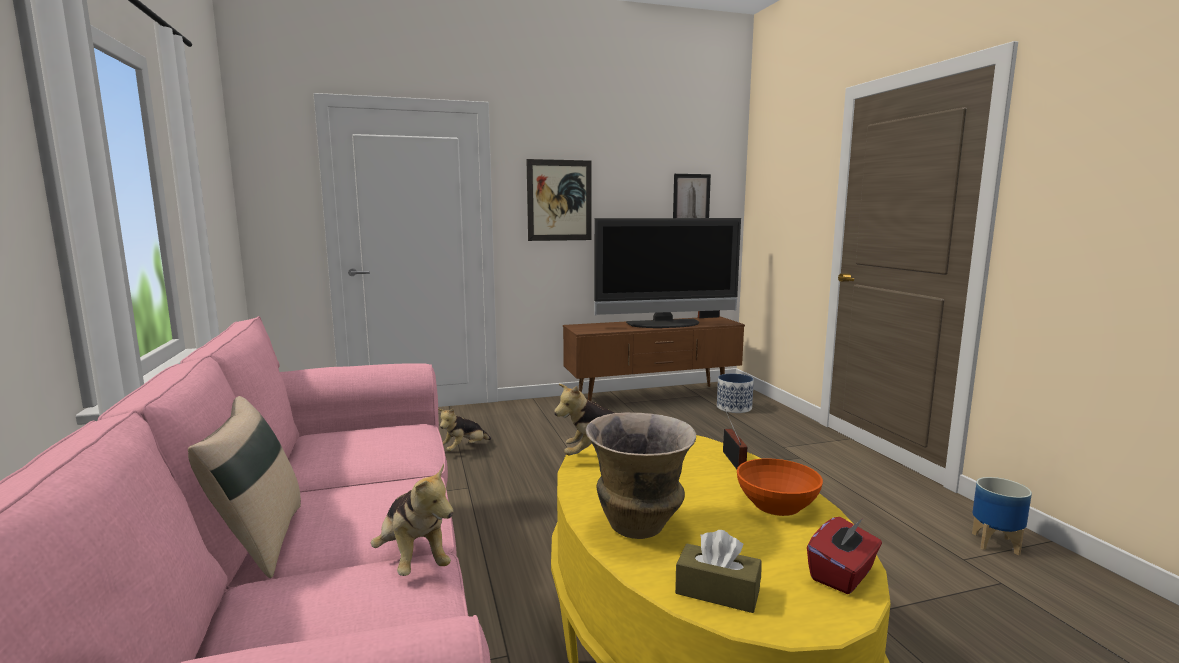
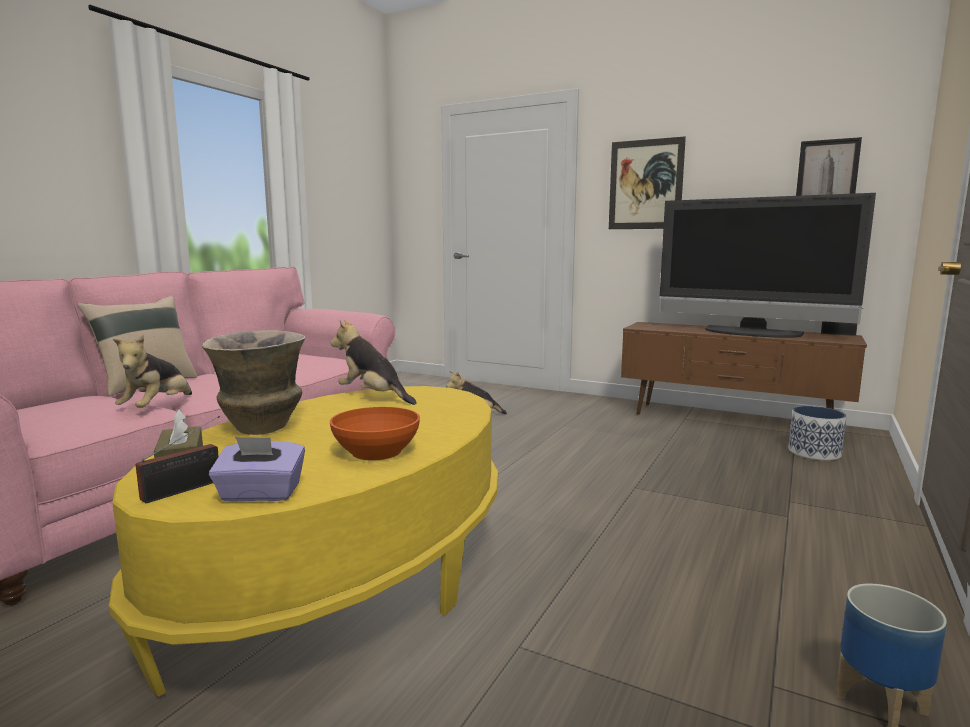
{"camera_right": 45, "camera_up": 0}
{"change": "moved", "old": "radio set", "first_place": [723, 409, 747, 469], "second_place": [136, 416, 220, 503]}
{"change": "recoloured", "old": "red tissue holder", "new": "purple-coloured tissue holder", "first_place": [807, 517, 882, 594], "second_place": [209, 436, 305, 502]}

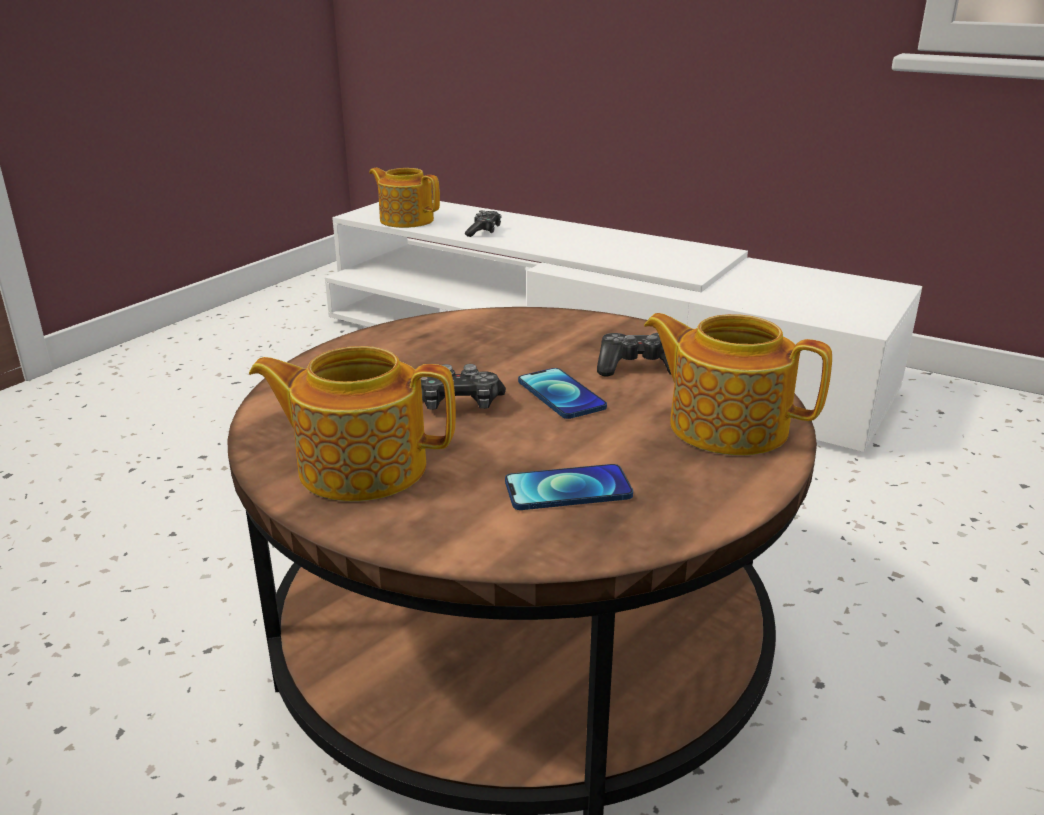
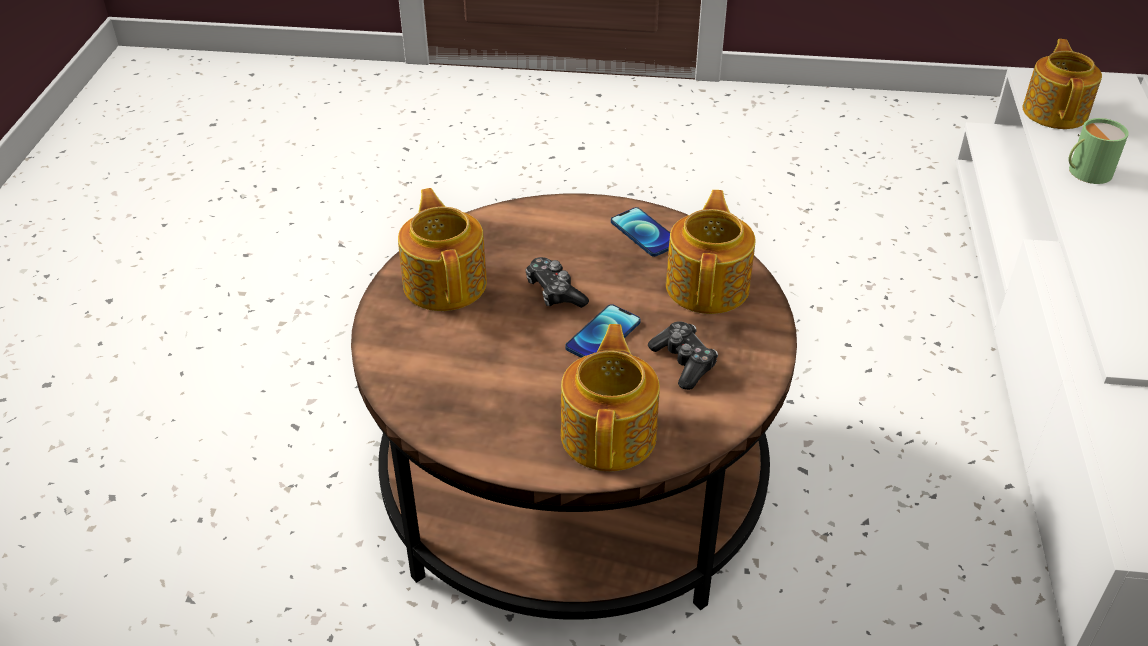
{"camera_right": 65, "camera_up": 15}
{"change": "replaced", "old": "joypad", "new": "green-coloured tea mug", "first_place": [465, 210, 501, 237], "second_place": [1069, 118, 1129, 184]}
{"change": "moved", "old": "phone", "first_place": [505, 464, 633, 510], "second_place": [611, 207, 670, 257]}
{"change": "added", "new": "tea pot", "second_place": [666, 190, 756, 314]}

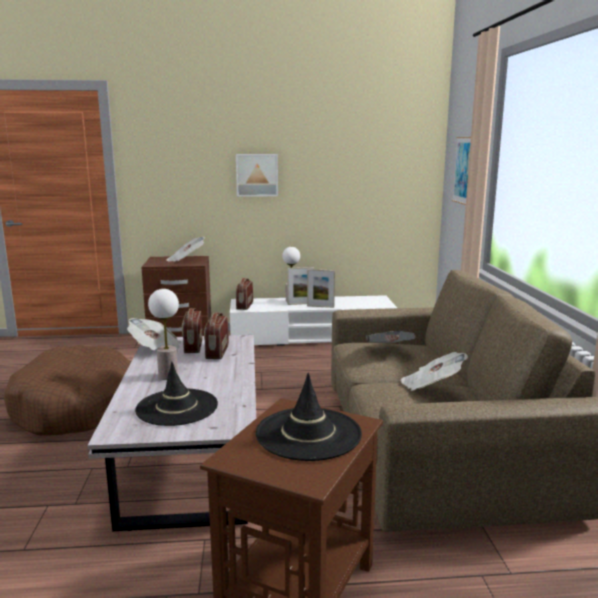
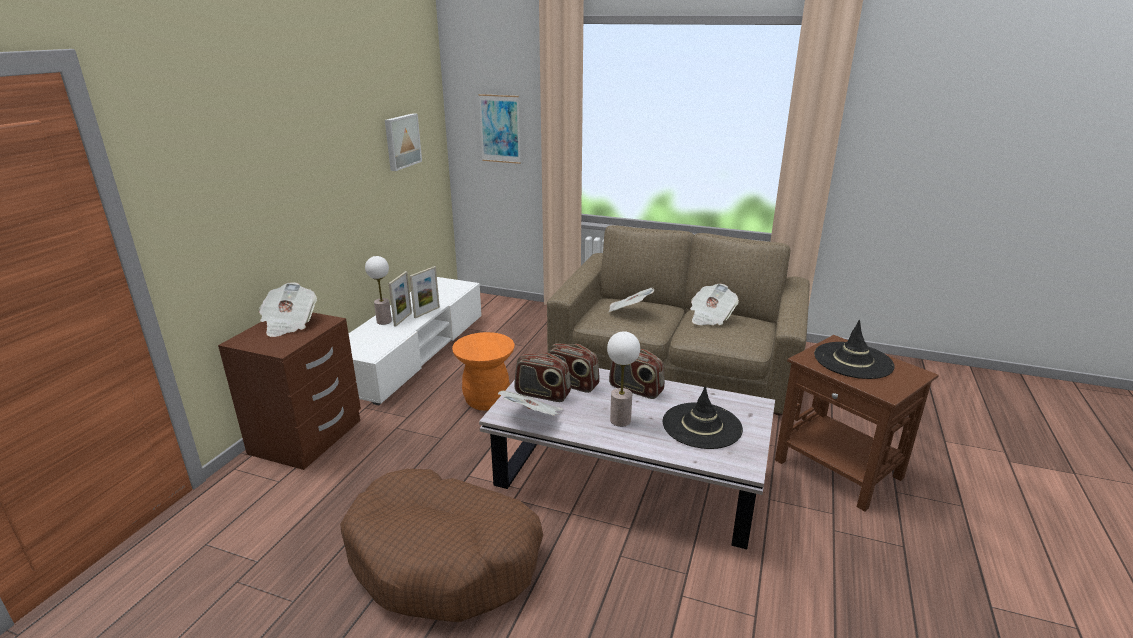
{"camera_right": -65, "camera_up": 10}
{"change": "moved", "old": "wall art", "first_place": [236, 154, 278, 197], "second_place": [385, 113, 422, 171]}
{"change": "moved", "old": "radio set", "first_place": [236, 278, 253, 310], "second_place": [609, 349, 665, 399]}
{"change": "added", "new": "orange-coloured stool seat", "second_place": [452, 332, 515, 411]}

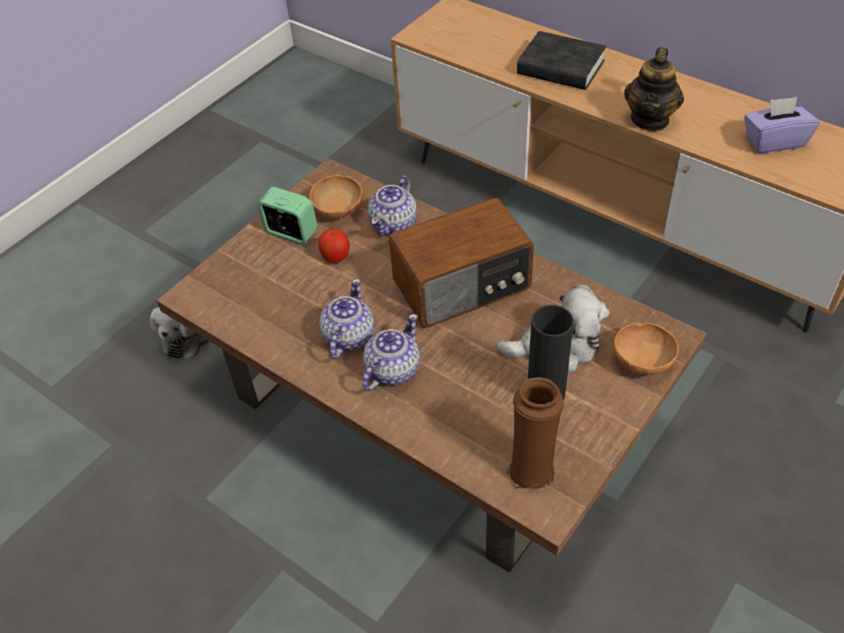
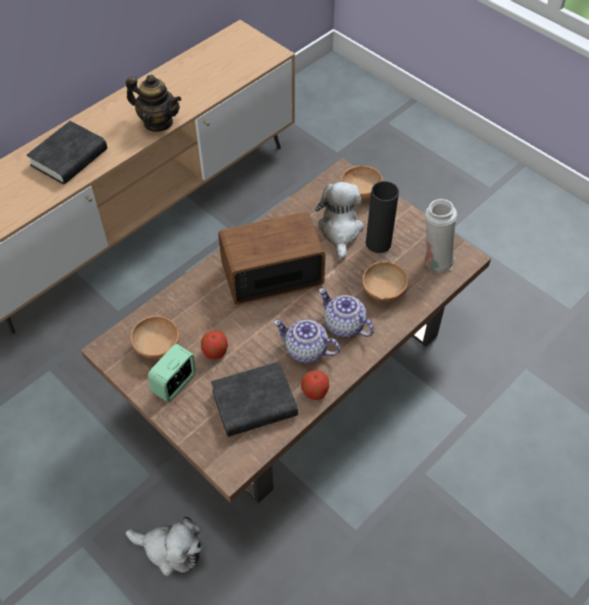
{"camera_right": -85, "camera_up": 5}
{"change": "removed", "old": "tea pot", "first_place": [368, 175, 417, 236]}
{"change": "turned", "old": "radio set", "first_place": [389, 198, 534, 328], "second_place": [218, 212, 326, 305], "degrees": -90}
{"change": "recoloured", "old": "brown-coloured vase", "new": "whitish vase", "first_place": [506, 377, 564, 489], "second_place": [425, 199, 457, 273]}
{"change": "removed", "old": "purple-coloured tissue holder", "first_place": [744, 97, 820, 153]}
{"change": "added", "new": "black bound book", "second_place": [211, 362, 298, 437]}
{"change": "added", "new": "apple fruit", "second_place": [301, 370, 329, 400]}
{"change": "added", "new": "brown-coloured serving bowl", "second_place": [362, 261, 408, 302]}

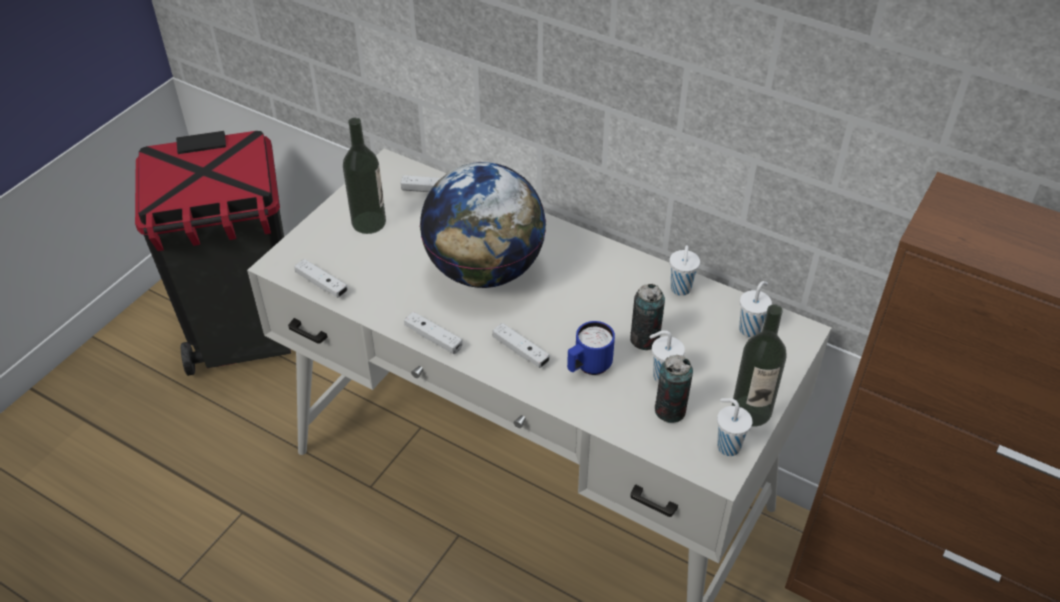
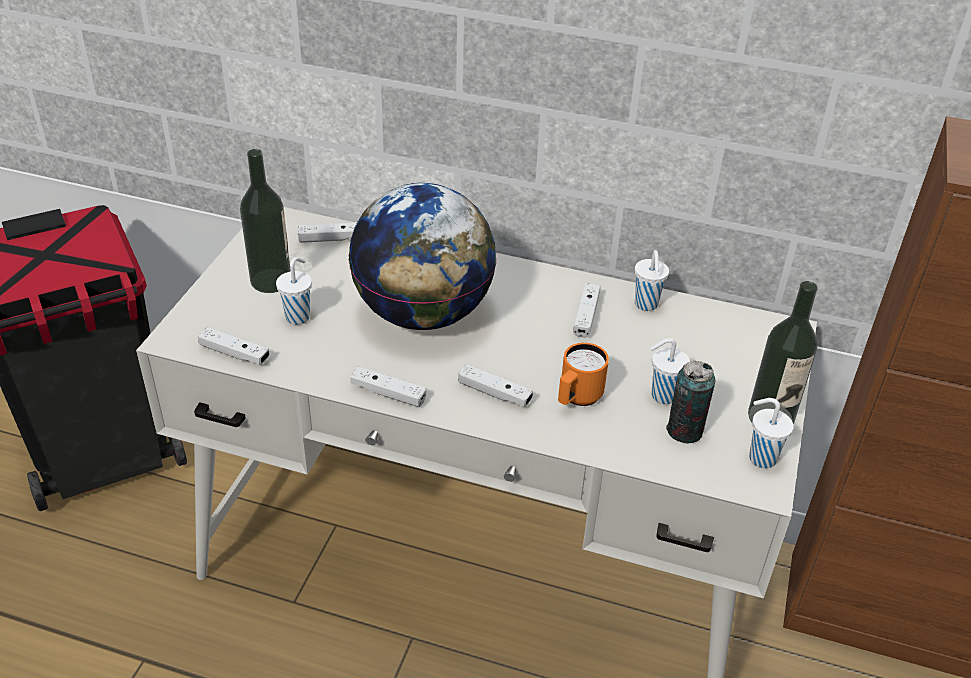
{"camera_right": -15, "camera_up": -5}
{"change": "recoloured", "old": "blue-coloured tea mug", "new": "orange-coloured tea mug", "first_place": [567, 321, 615, 375], "second_place": [558, 343, 609, 406]}
{"change": "removed", "old": "metal can", "first_place": [630, 284, 665, 350]}
{"change": "moved", "old": "whitish drinking cup", "first_place": [739, 281, 772, 337], "second_place": [276, 257, 312, 325]}
{"change": "added", "new": "whitish joypad", "second_place": [573, 283, 600, 338]}

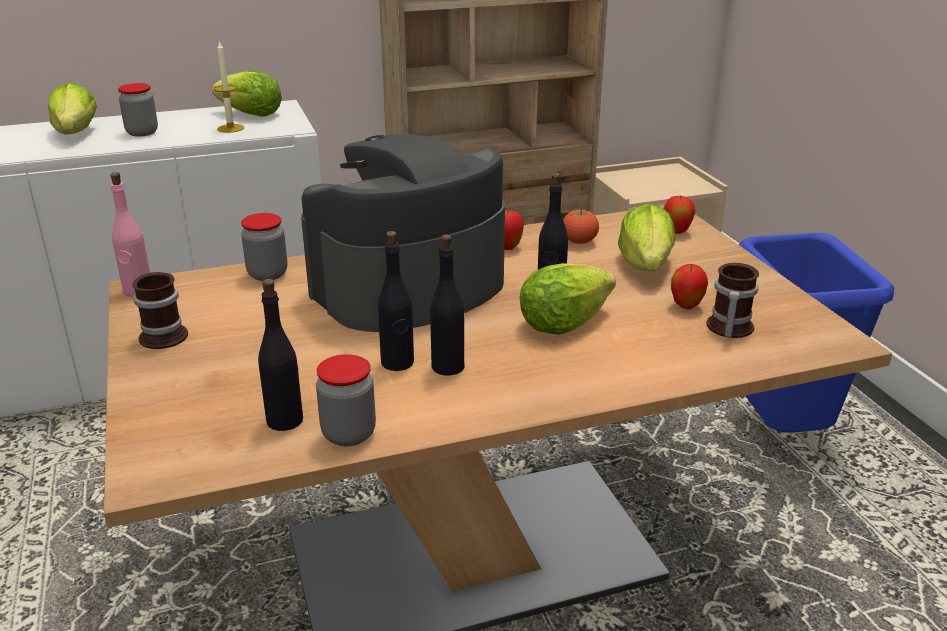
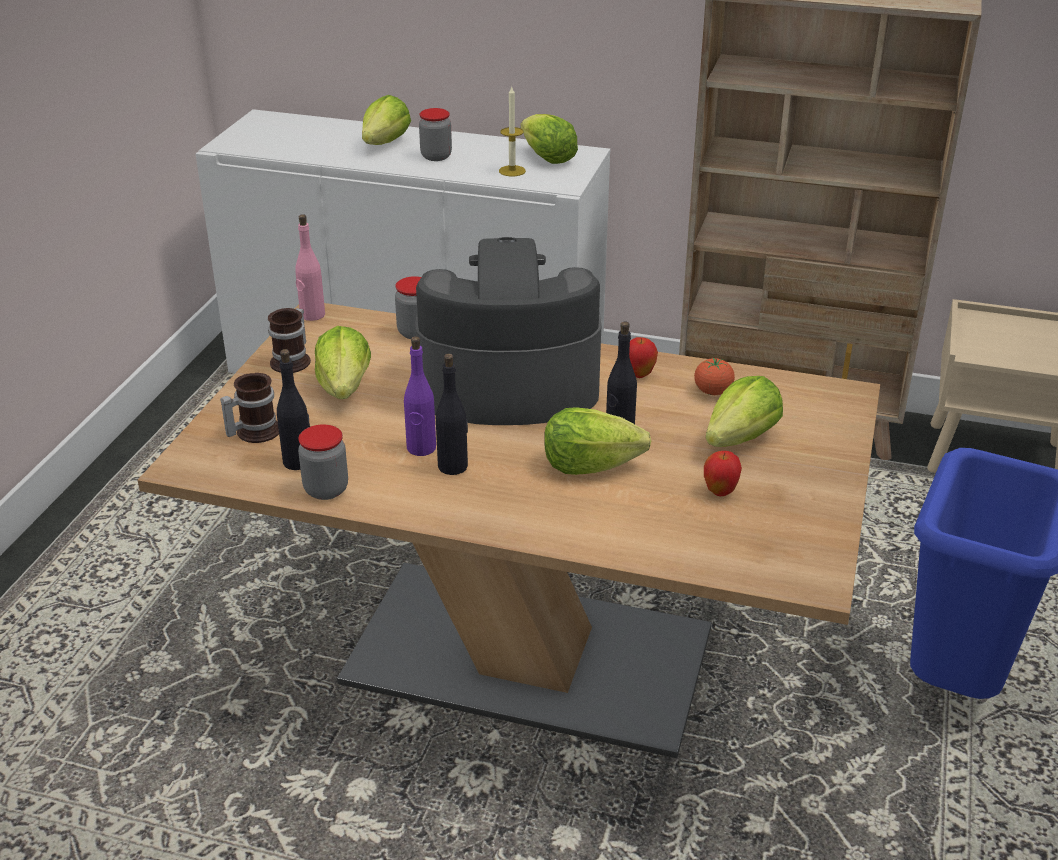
{"camera_right": 35, "camera_up": 5}
{"change": "recoloured", "old": "black beverage bottle", "new": "purple-coloured beverage bottle", "first_place": [378, 231, 414, 371], "second_place": [404, 336, 436, 456]}
{"change": "removed", "old": "apple fruit", "first_place": [663, 196, 696, 234]}
{"change": "moved", "old": "tea mug", "first_place": [706, 263, 759, 338], "second_place": [220, 373, 279, 443]}
{"change": "added", "new": "lettuce", "second_place": [315, 326, 371, 399]}

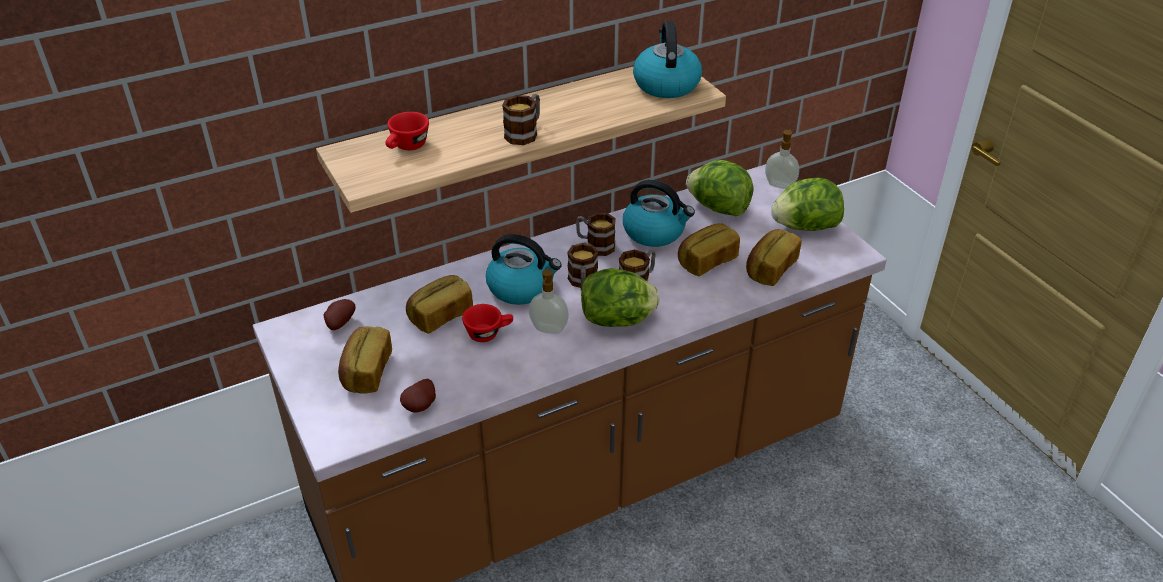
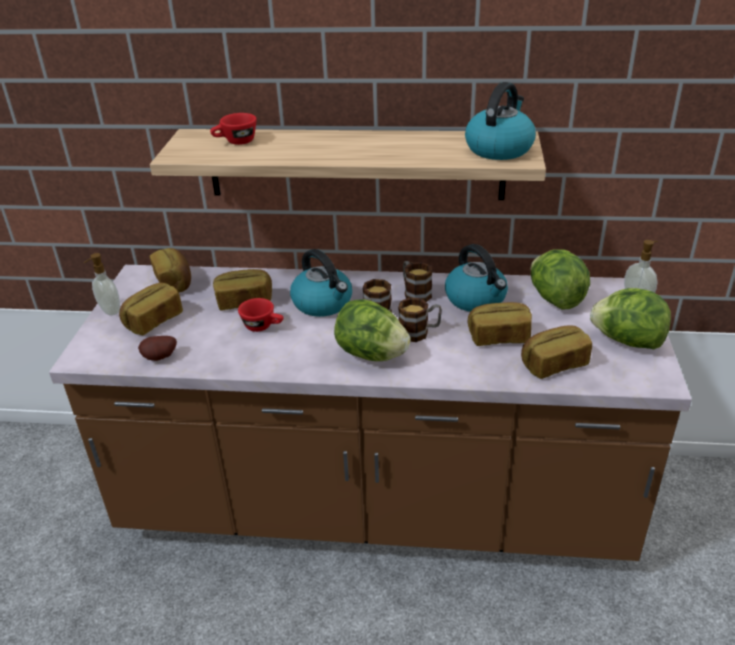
{"camera_right": 35, "camera_up": -5}
{"change": "replaced", "old": "spud", "new": "baked bread", "first_place": [323, 299, 355, 330], "second_place": [150, 248, 191, 292]}
{"change": "removed", "old": "tea mug", "first_place": [502, 94, 540, 145]}
{"change": "moved", "old": "liquid soap bottle", "first_place": [529, 269, 569, 334], "second_place": [84, 253, 120, 316]}

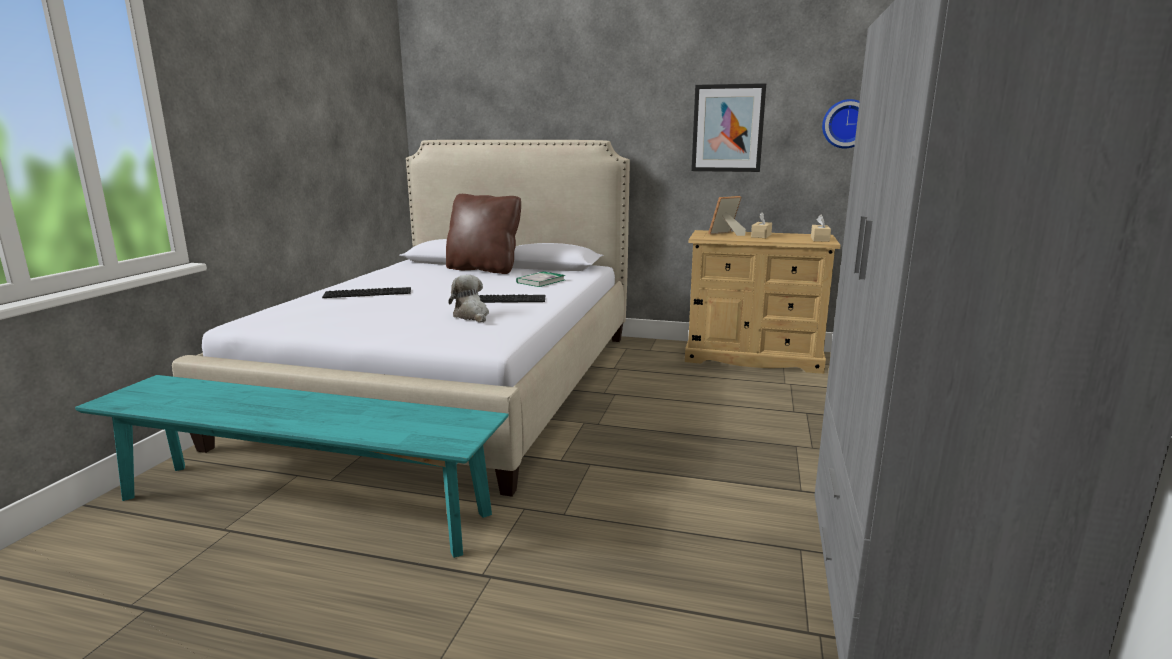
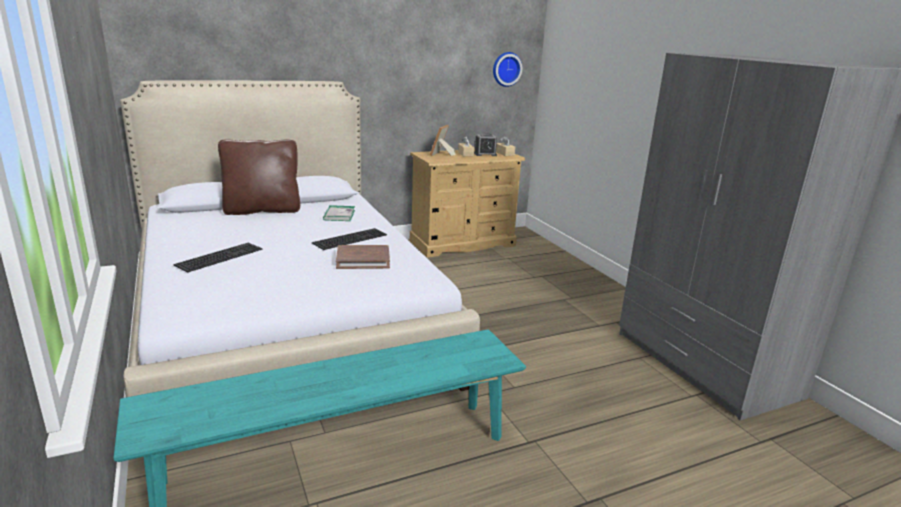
{"camera_right": -40, "camera_up": 5}
{"change": "replaced", "old": "plush toy", "new": "brown-coloured bound book", "first_place": [448, 275, 489, 322], "second_place": [336, 245, 390, 269]}
{"change": "removed", "old": "wall art", "first_place": [691, 83, 766, 172]}
{"change": "added", "new": "alarm clock", "second_place": [474, 133, 497, 156]}

